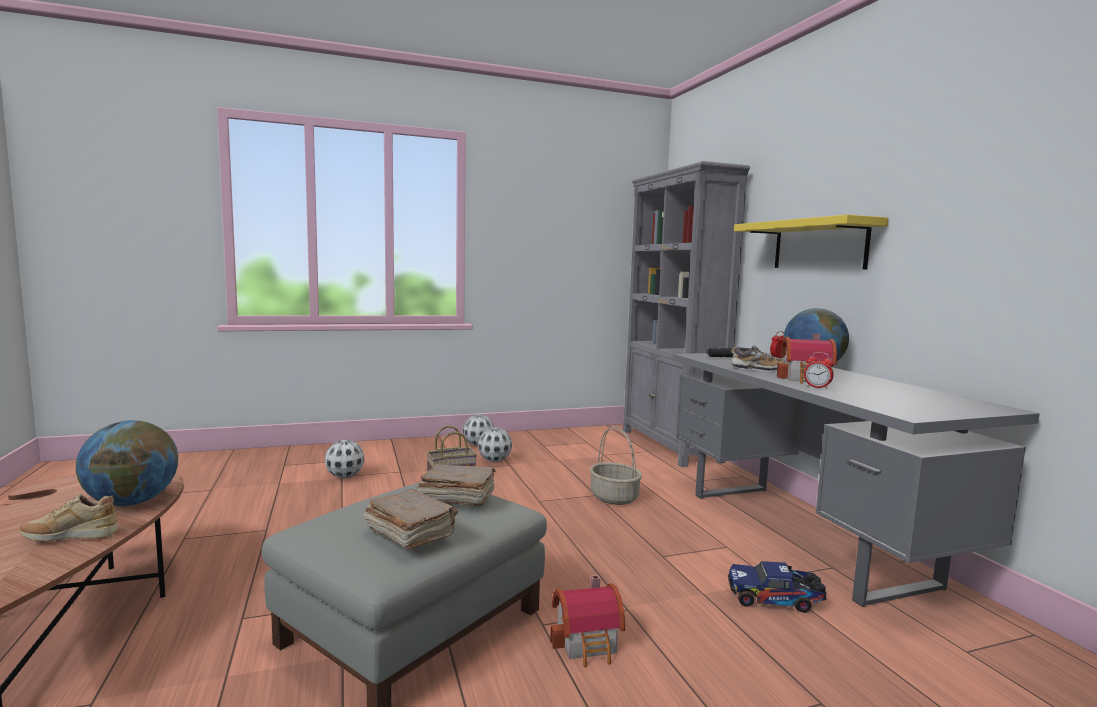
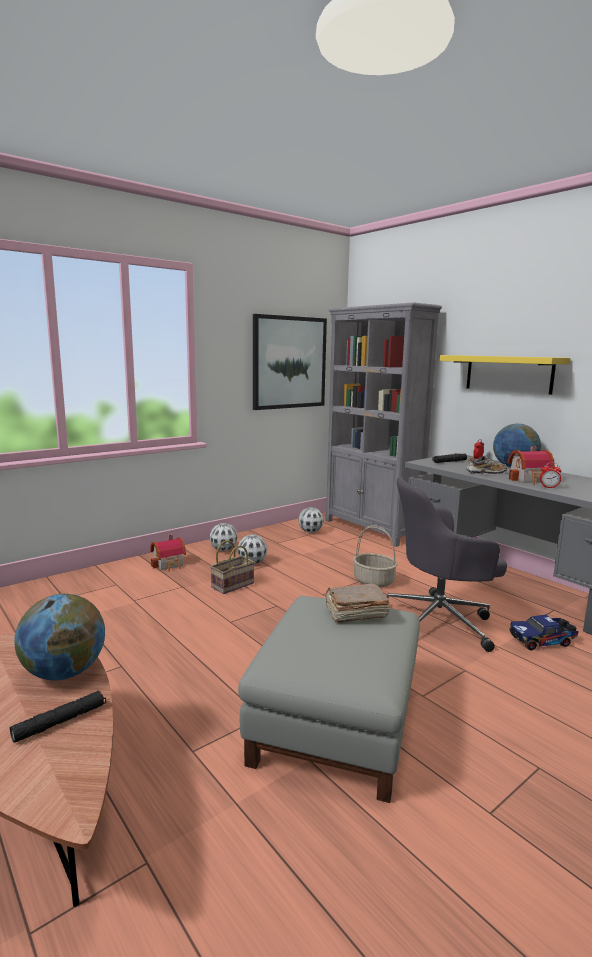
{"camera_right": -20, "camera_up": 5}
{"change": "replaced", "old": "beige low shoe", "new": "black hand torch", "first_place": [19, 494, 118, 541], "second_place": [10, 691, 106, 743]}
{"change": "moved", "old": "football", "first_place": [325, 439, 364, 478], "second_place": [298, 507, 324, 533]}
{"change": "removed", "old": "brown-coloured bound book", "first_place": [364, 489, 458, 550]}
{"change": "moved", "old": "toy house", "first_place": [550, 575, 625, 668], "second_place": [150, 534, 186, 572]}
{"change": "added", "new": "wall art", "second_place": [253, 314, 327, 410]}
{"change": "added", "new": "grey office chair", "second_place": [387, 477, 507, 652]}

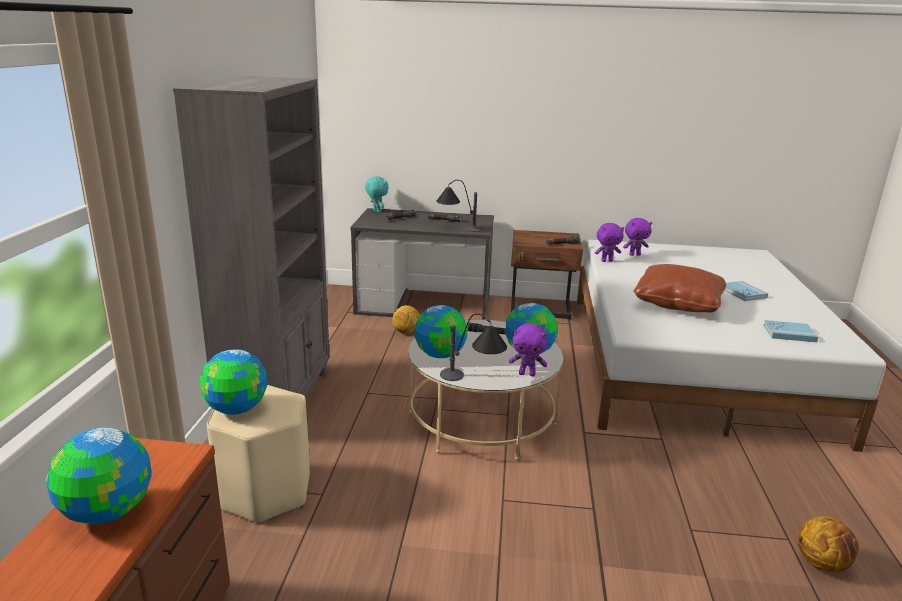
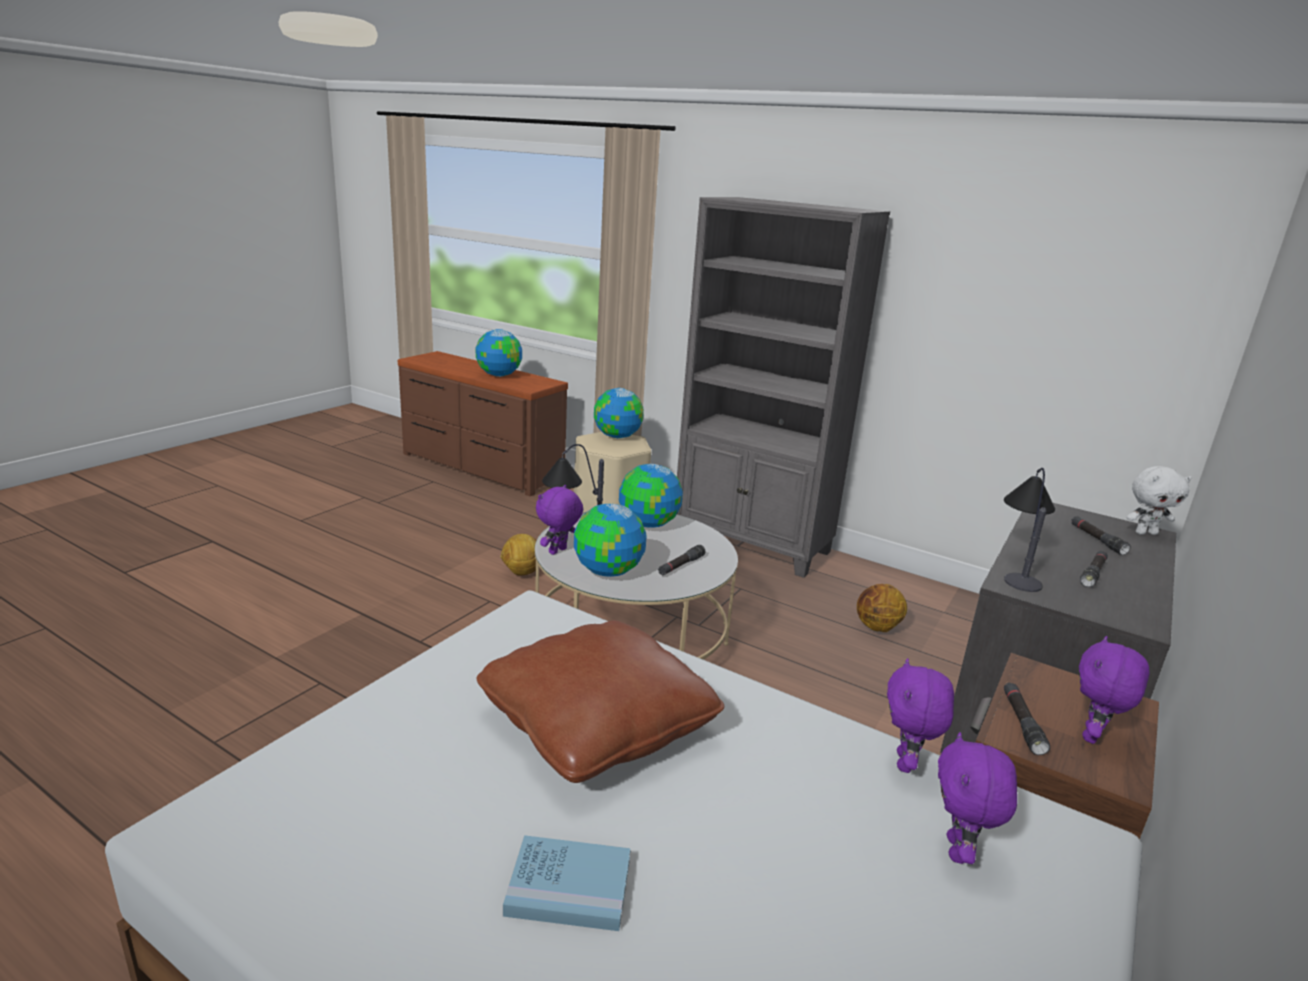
{"camera_right": 115, "camera_up": 0}
{"change": "recoloured", "old": "turquoise plush toy", "new": "whitish plush toy", "first_place": [365, 176, 389, 213], "second_place": [1126, 466, 1192, 535]}
{"change": "moved", "old": "football", "first_place": [392, 305, 420, 334], "second_place": [500, 534, 537, 576]}
{"change": "removed", "old": "blue-coloured bound book", "first_place": [764, 320, 818, 342]}
{"change": "moved", "old": "ball for basketball", "first_place": [798, 516, 859, 572], "second_place": [857, 584, 907, 632]}
{"change": "added", "new": "purple-coloured plush toy", "second_place": [1079, 636, 1149, 744]}

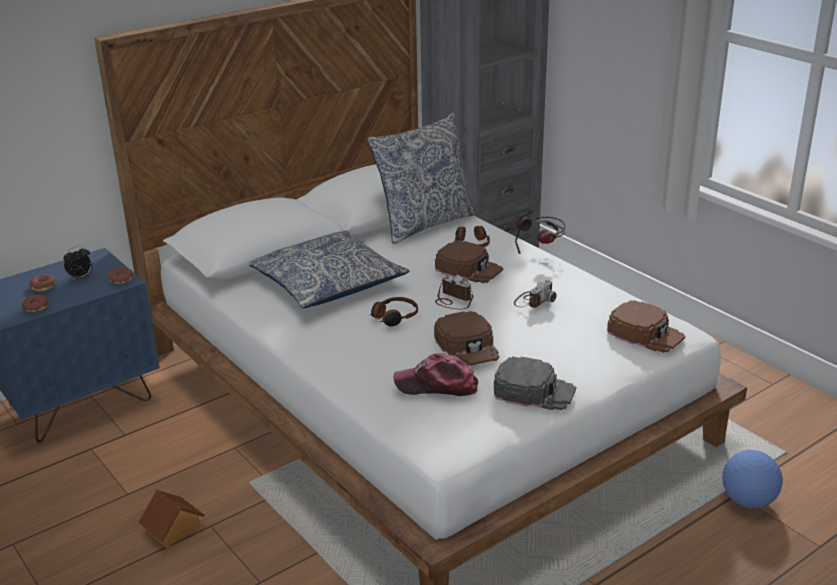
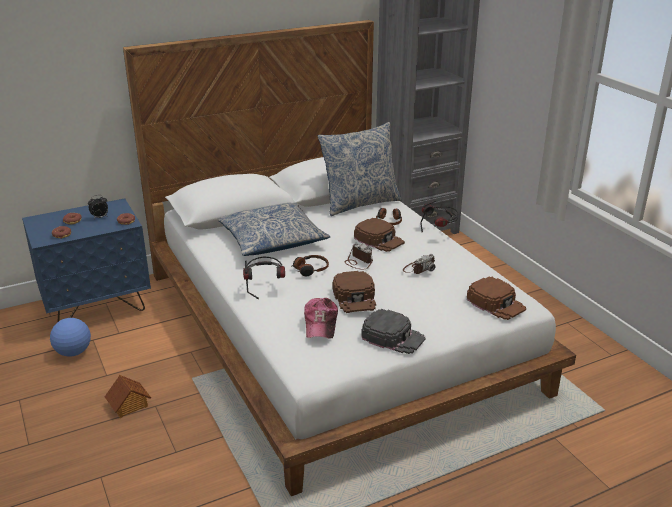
{"camera_right": 10, "camera_up": 0}
{"change": "turned", "old": "cap", "first_place": [393, 353, 478, 396], "second_place": [304, 298, 338, 339], "degrees": -105}
{"change": "moved", "old": "football", "first_place": [722, 450, 783, 508], "second_place": [50, 318, 91, 357]}
{"change": "added", "new": "pair of headphones", "second_place": [243, 257, 285, 299]}

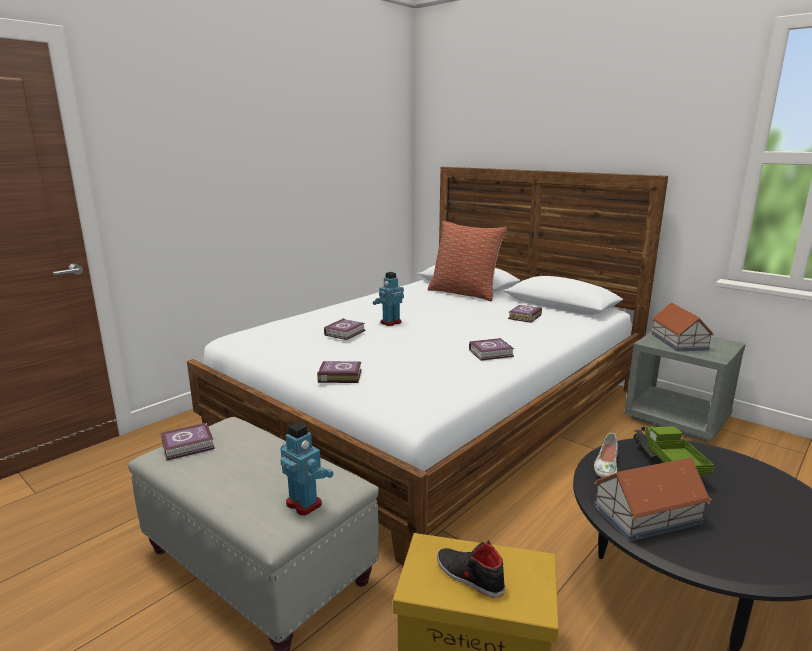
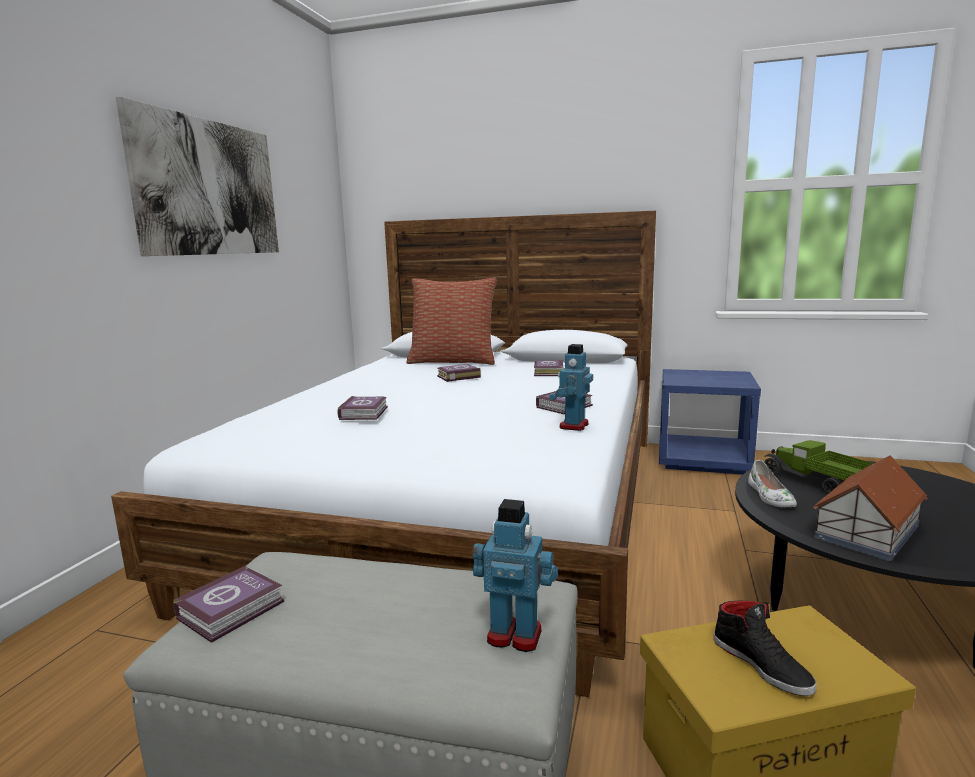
{"camera_right": -25, "camera_up": -5}
{"change": "moved", "old": "bound book", "first_place": [317, 361, 362, 383], "second_place": [437, 364, 481, 382]}
{"change": "moved", "old": "toy robot", "first_place": [373, 272, 404, 326], "second_place": [549, 344, 593, 431]}
{"change": "turned", "old": "black low shoe", "first_place": [437, 541, 505, 598], "second_place": [713, 600, 817, 696], "degrees": -135}
{"change": "recoloured", "old": "grey bedside table", "new": "blue-coloured bedside table", "first_place": [624, 331, 746, 442], "second_place": [659, 369, 761, 475]}
{"change": "removed", "old": "toy house", "first_place": [652, 303, 714, 351]}
{"change": "added", "new": "wall art", "second_place": [116, 97, 279, 256]}

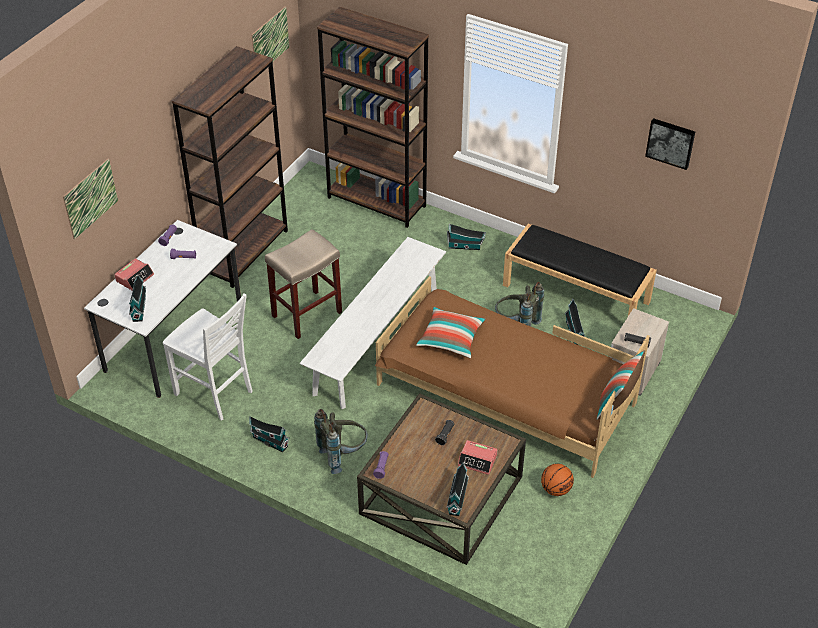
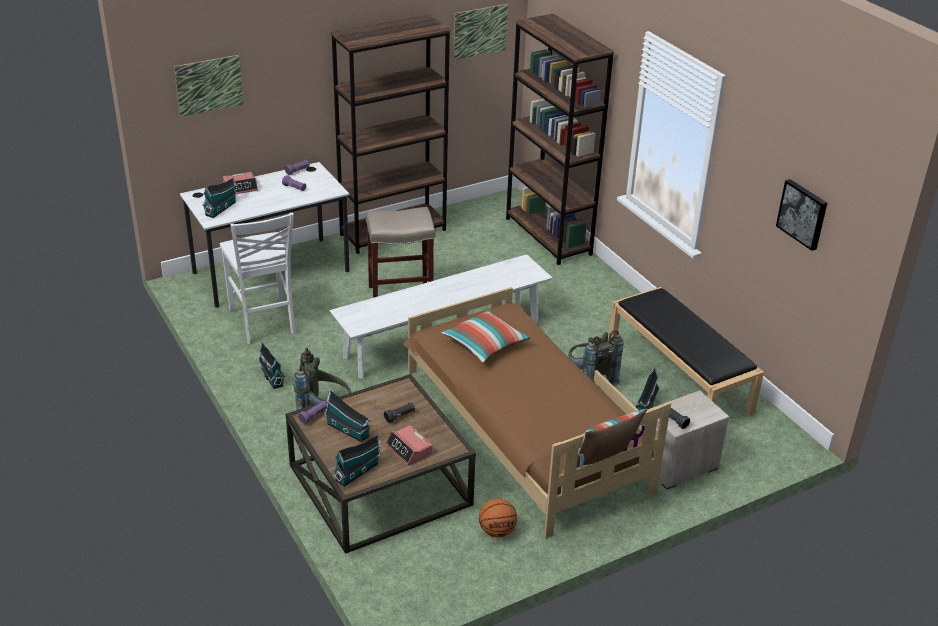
{"camera_right": 30, "camera_up": -10}
{"change": "moved", "old": "toy house", "first_place": [447, 223, 486, 250], "second_place": [324, 389, 371, 442]}

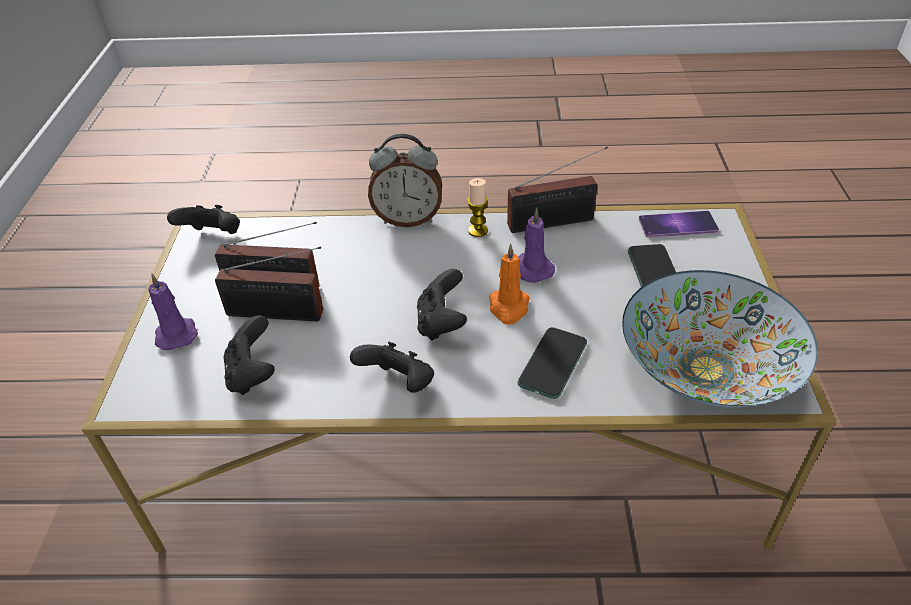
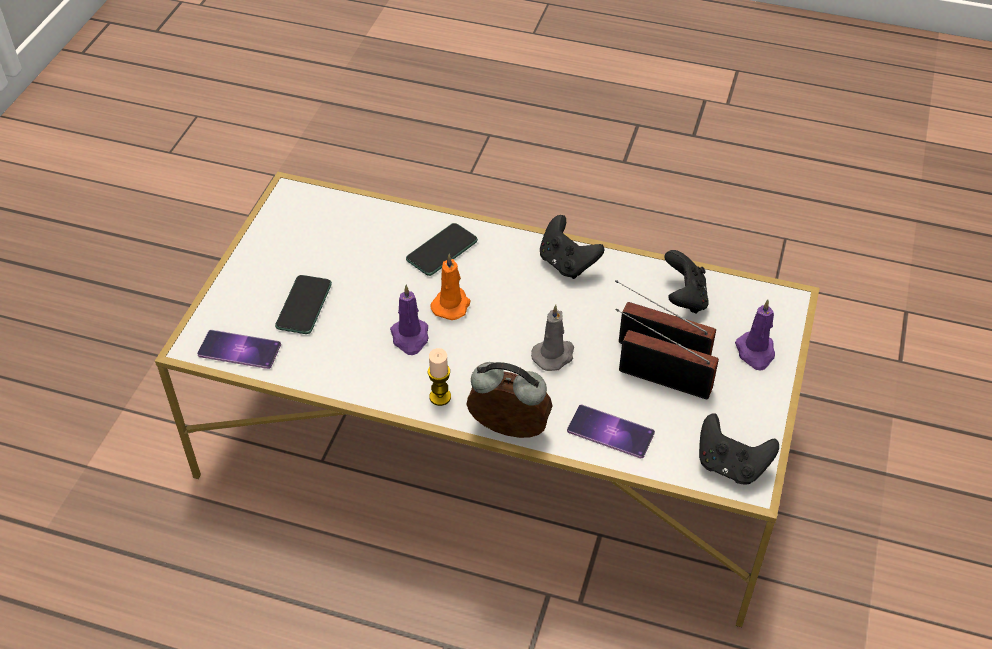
{"camera_right": -165, "camera_up": 5}
{"change": "removed", "old": "black joypad", "first_place": [417, 269, 467, 340]}
{"change": "removed", "old": "radio set", "first_place": [507, 147, 608, 233]}
{"change": "removed", "old": "serving bowl", "first_place": [622, 270, 818, 408]}
{"change": "added", "new": "grey candle", "second_place": [531, 304, 574, 371]}
{"change": "added", "new": "phone", "second_place": [567, 405, 655, 458]}

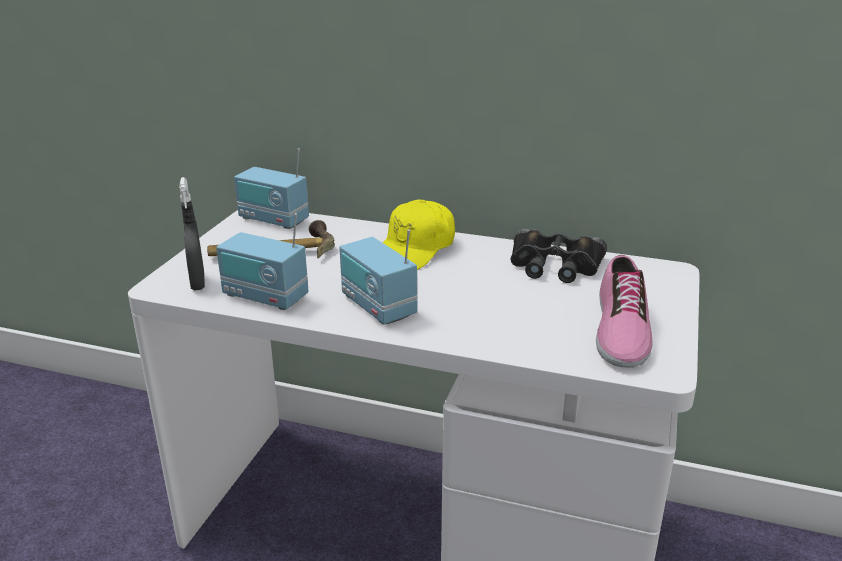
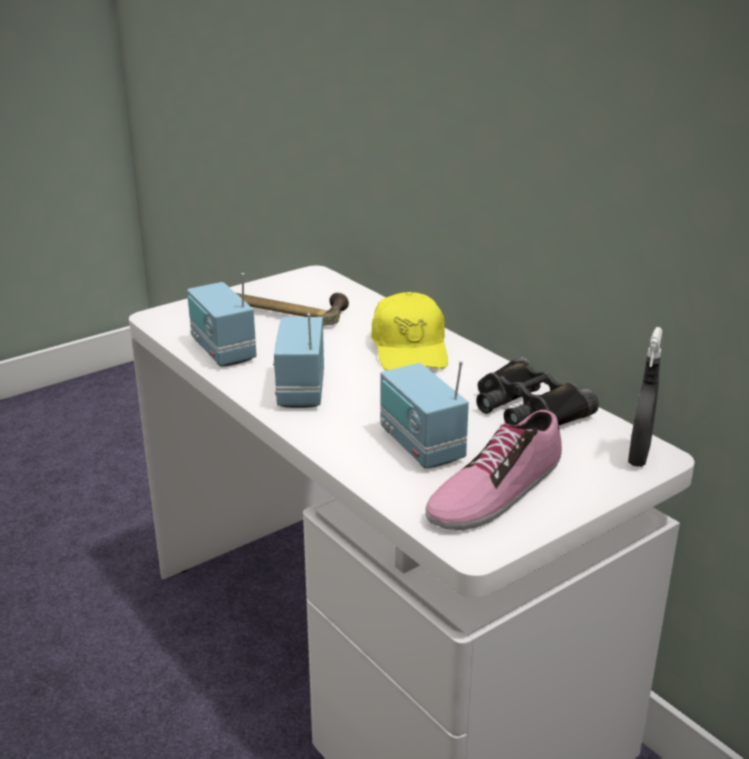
{"camera_right": 35, "camera_up": 0}
{"change": "moved", "old": "grey sprayer", "first_place": [180, 177, 205, 290], "second_place": [628, 327, 663, 467]}
{"change": "moved", "old": "radio set", "first_place": [234, 148, 309, 229], "second_place": [380, 361, 469, 468]}
{"change": "turned", "old": "yellowish cap", "first_place": [383, 200, 455, 270], "second_place": [371, 292, 448, 371], "degrees": -75}

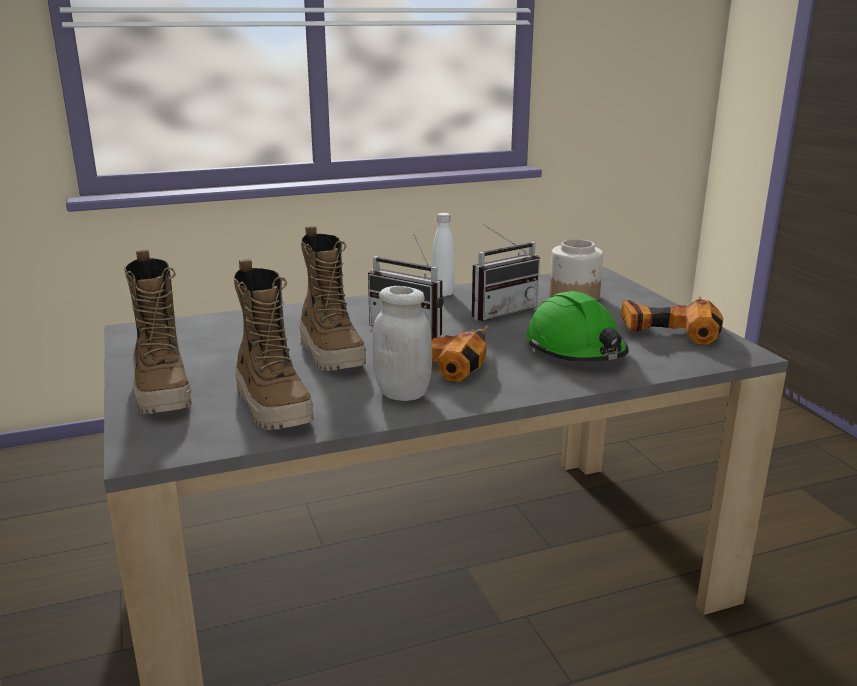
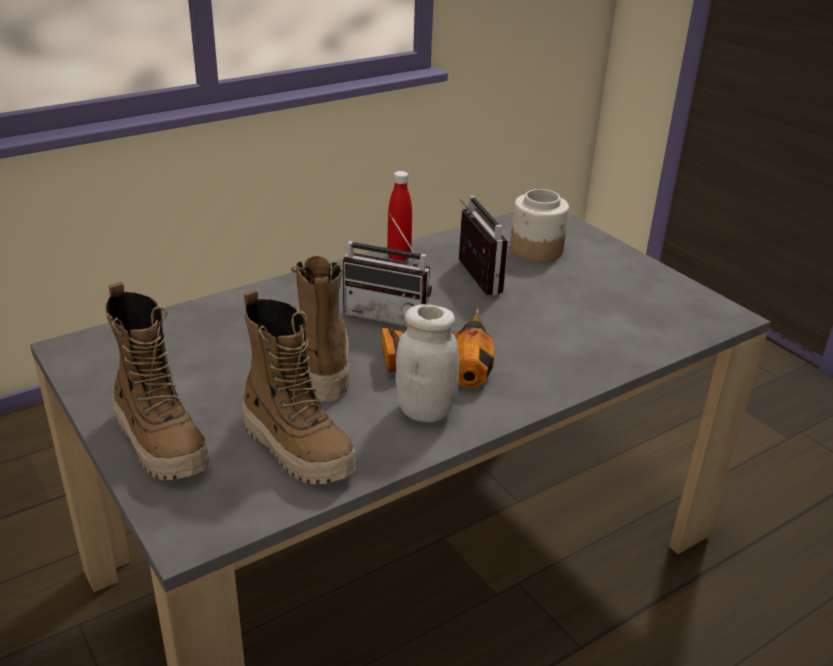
{"camera_right": -15, "camera_up": 10}
{"change": "turned", "old": "high-top boot", "first_place": [299, 226, 366, 371], "second_place": [291, 256, 350, 401], "degrees": -150}
{"change": "recoloured", "old": "whitish beverage bottle", "new": "red beverage bottle", "first_place": [433, 213, 455, 297], "second_place": [387, 171, 412, 261]}
{"change": "turned", "old": "radio set", "first_place": [472, 224, 540, 321], "second_place": [459, 196, 509, 296], "degrees": -60}
{"change": "removed", "old": "green-coloured work helmet", "first_place": [526, 291, 629, 362]}
{"change": "removed", "old": "power drill", "first_place": [621, 296, 723, 345]}

